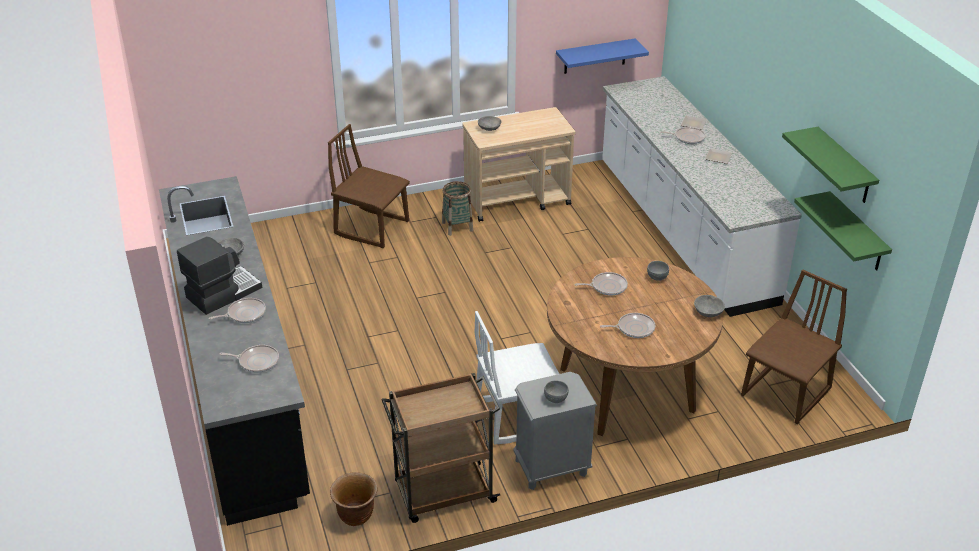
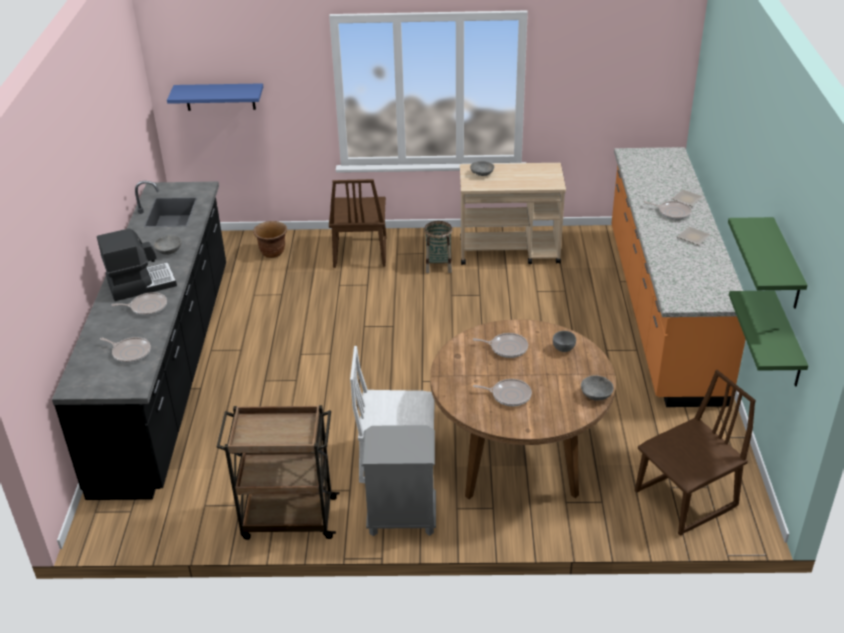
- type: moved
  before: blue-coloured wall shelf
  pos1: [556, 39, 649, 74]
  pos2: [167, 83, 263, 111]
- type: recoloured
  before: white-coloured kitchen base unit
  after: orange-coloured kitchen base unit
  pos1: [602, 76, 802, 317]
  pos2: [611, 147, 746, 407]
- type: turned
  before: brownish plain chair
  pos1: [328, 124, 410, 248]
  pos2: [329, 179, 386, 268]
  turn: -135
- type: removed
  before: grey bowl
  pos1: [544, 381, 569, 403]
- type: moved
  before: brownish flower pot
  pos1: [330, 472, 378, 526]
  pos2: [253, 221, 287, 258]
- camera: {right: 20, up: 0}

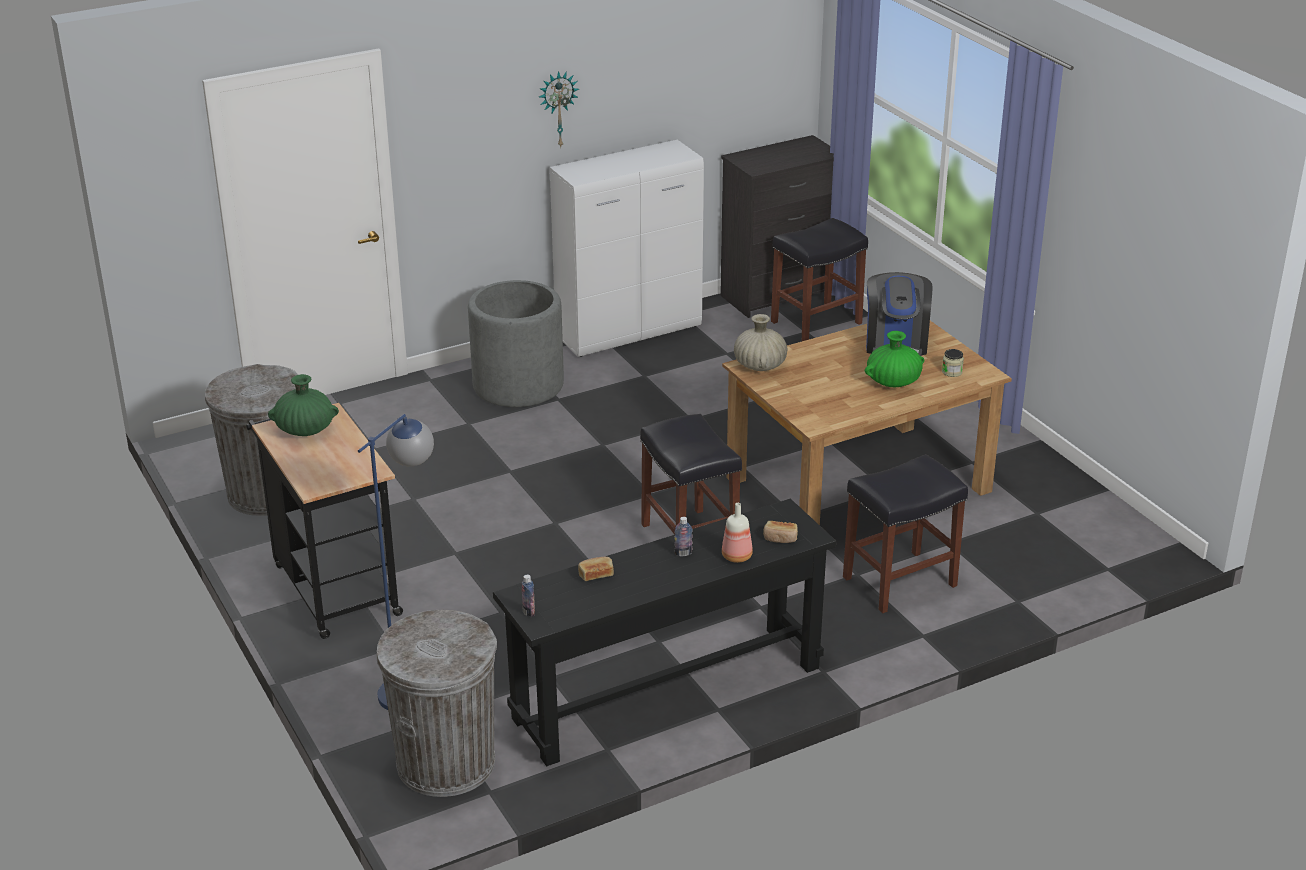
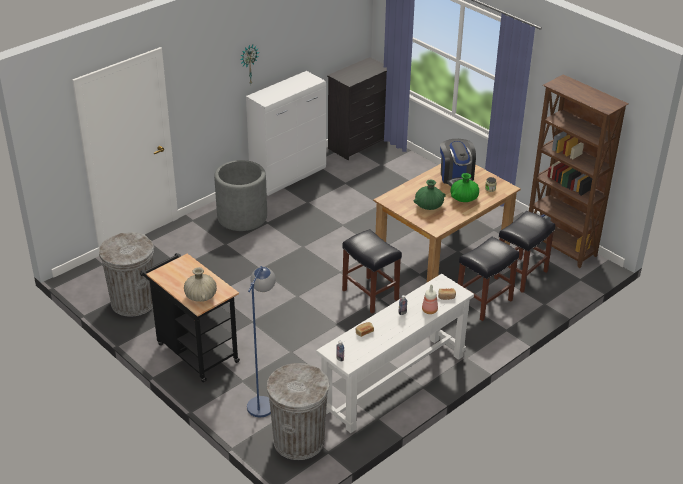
- type: moved
  before: blackish stool
  pos1: [771, 218, 868, 341]
  pos2: [494, 211, 555, 293]
- type: moved
  before: sand-coloured vase
  pos1: [734, 314, 787, 371]
  pos2: [184, 267, 217, 302]
- type: moved
  before: green-coloured vase
  pos1: [268, 374, 339, 436]
  pos2: [414, 180, 446, 210]
- type: recoloured
  before: blackish narrow table
  after: white-coloured narrow table
  pos1: [493, 499, 836, 766]
  pos2: [316, 274, 474, 433]
- type: added
  after: brownish bookcase
  pos2: [529, 74, 629, 268]
- camera: {right: -15, up: 5}

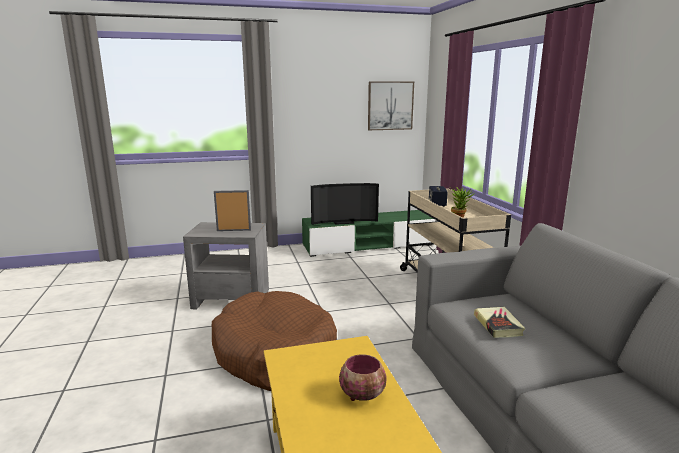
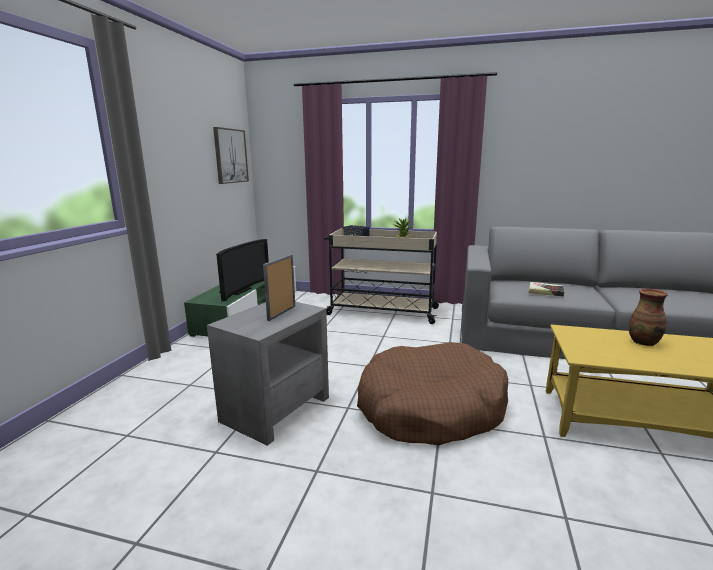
- type: replaced
  before: bowl
  after: vase
  pos1: [339, 354, 387, 401]
  pos2: [629, 289, 667, 346]
- camera: {right: -60, up: 0}

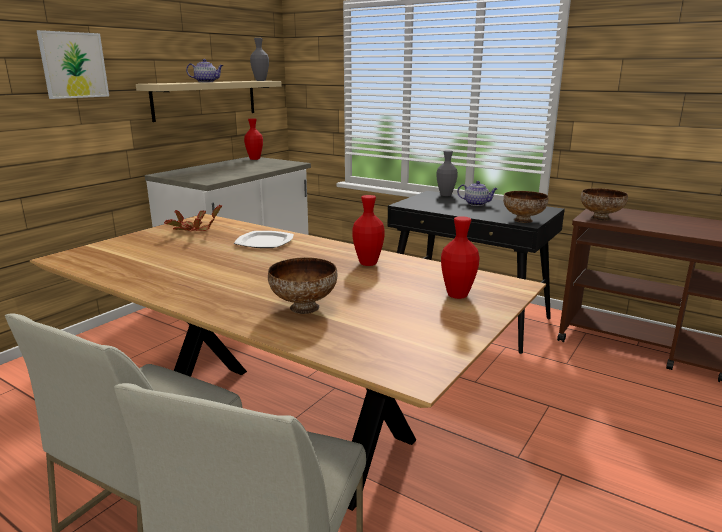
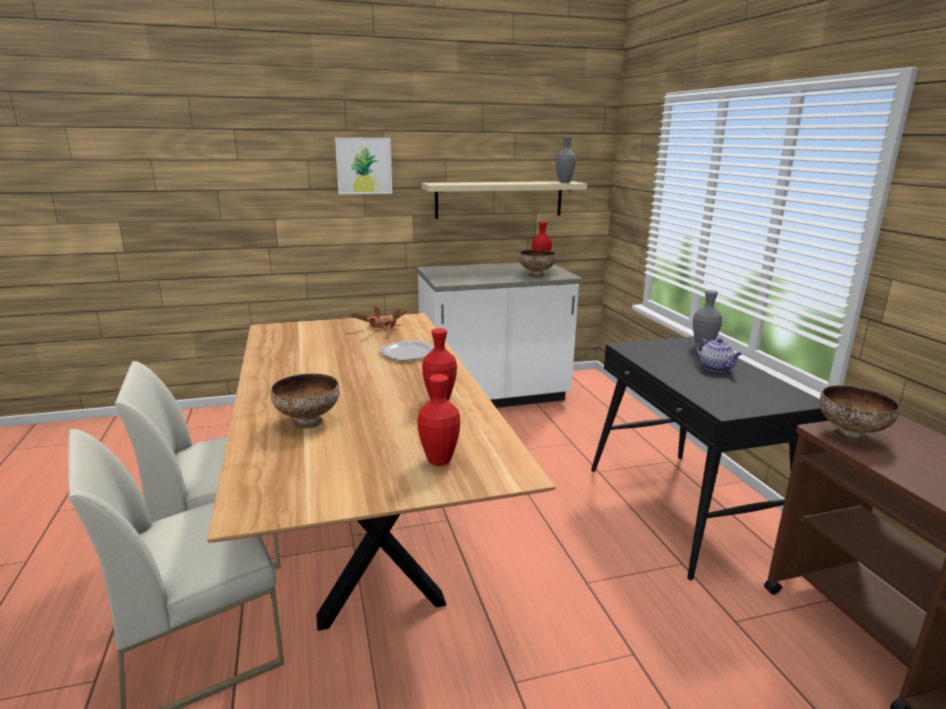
- type: removed
  before: tea pot
  pos1: [186, 59, 224, 82]
- type: moved
  before: bowl
  pos1: [503, 191, 548, 223]
  pos2: [519, 250, 556, 277]
- camera: {right: 40, up: 0}

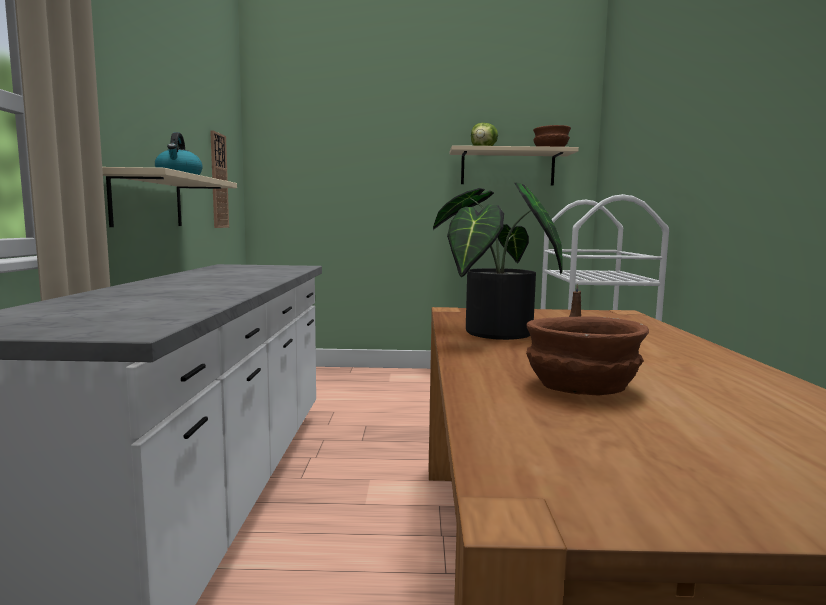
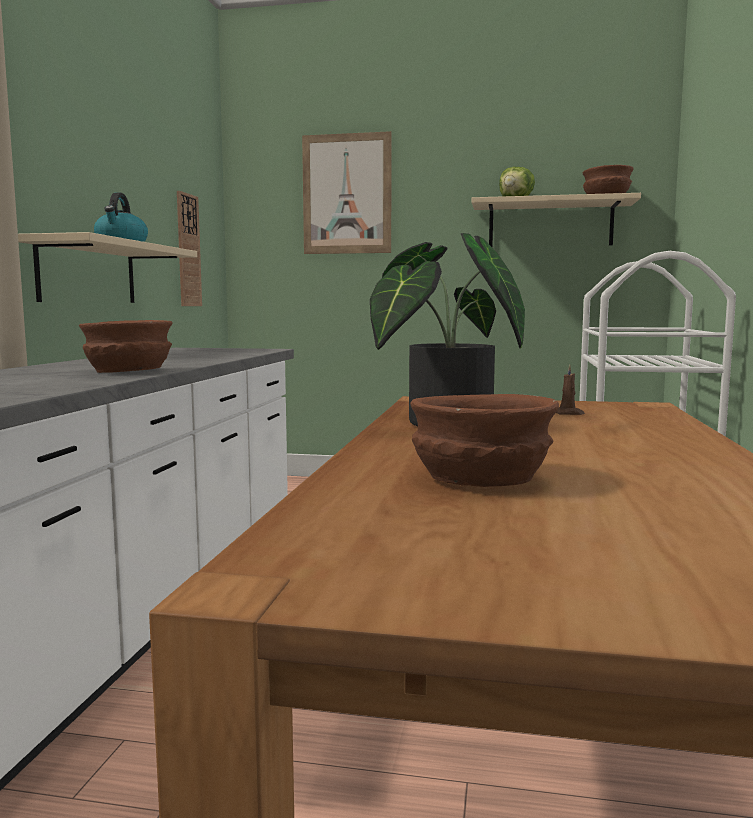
- type: added
  after: picture
  pos2: [302, 131, 392, 254]
- type: added
  after: brownish bowl
  pos2: [79, 320, 172, 373]
- camera: {right: 10, up: 0}

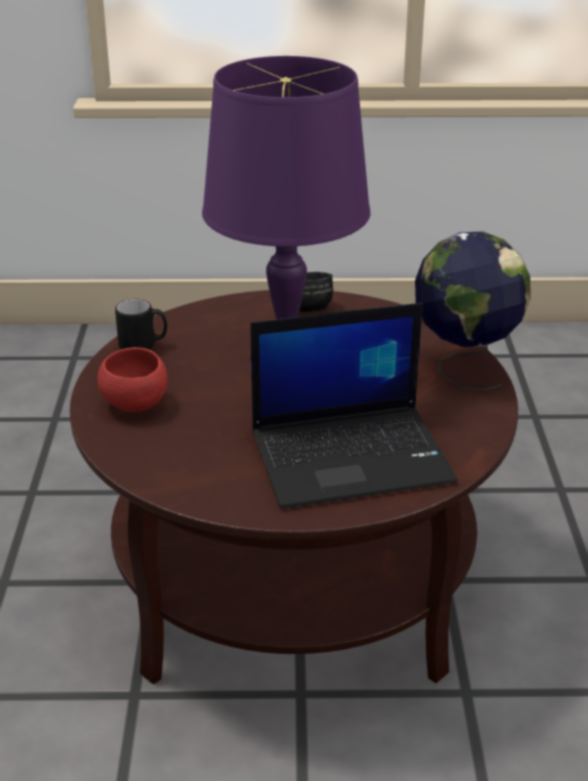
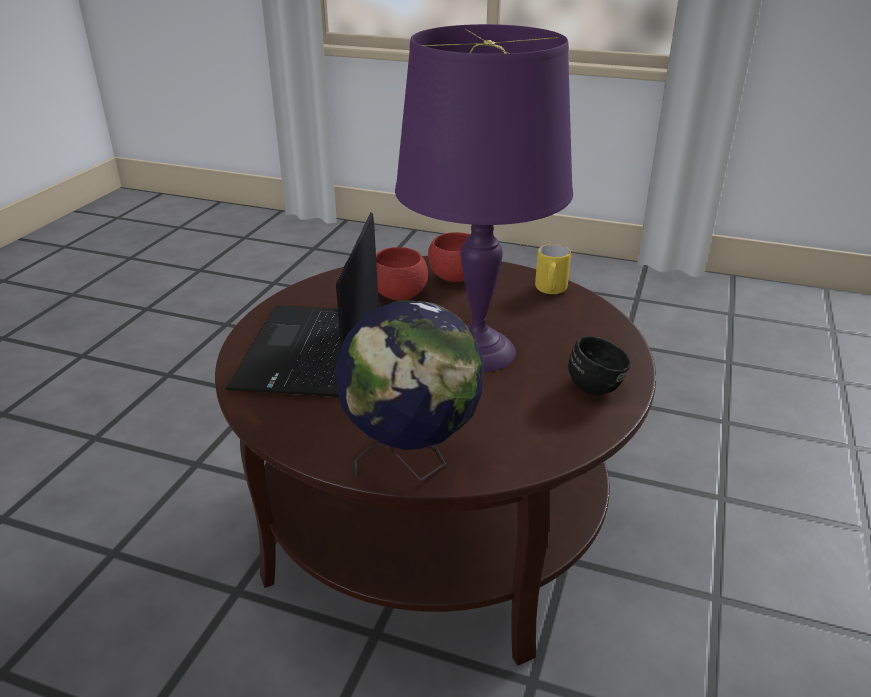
- type: recoloured
  before: blackish tea mug
  after: yellow tea mug
  pos1: [115, 299, 167, 350]
  pos2: [535, 244, 571, 294]
- type: added
  after: red-coloured bowl
  pos2: [376, 247, 428, 301]
- camera: {right: 110, up: 0}

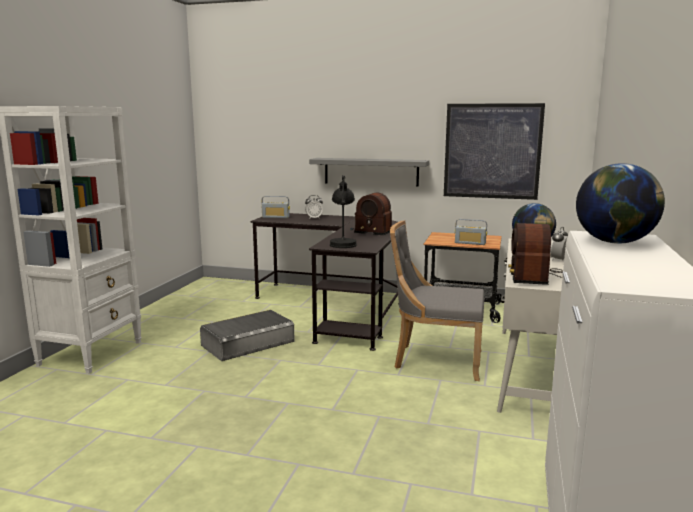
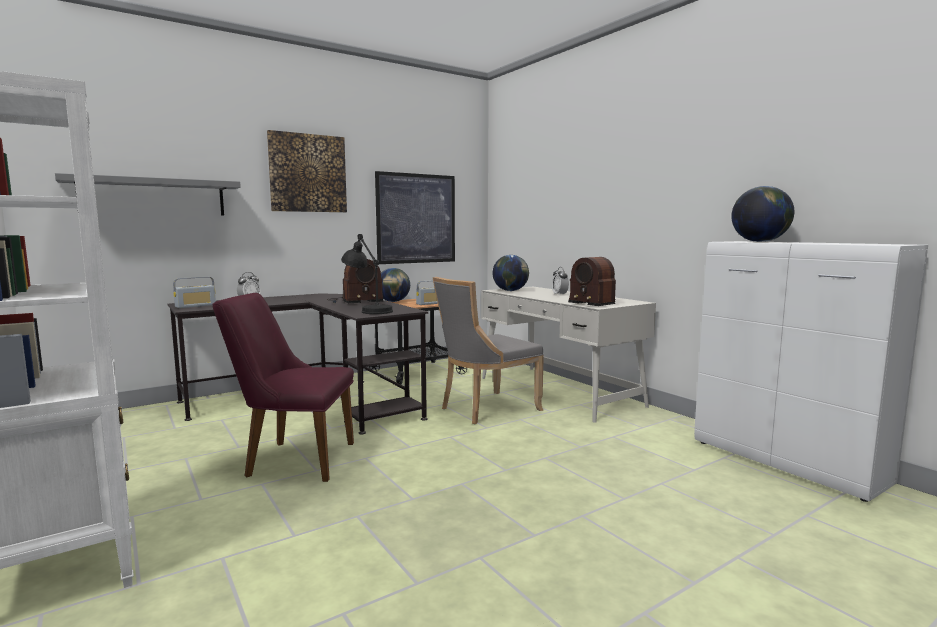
- type: moved
  before: grey wall shelf
  pos1: [309, 158, 429, 187]
  pos2: [55, 173, 241, 215]
- type: replaced
  before: grey storage box
  after: purplish plain chair
  pos1: [200, 310, 295, 361]
  pos2: [212, 293, 354, 482]
- type: added
  after: picture
  pos2: [267, 130, 347, 212]
- type: added
  after: globe
  pos2: [381, 268, 410, 302]
- camera: {right: -50, up: -5}

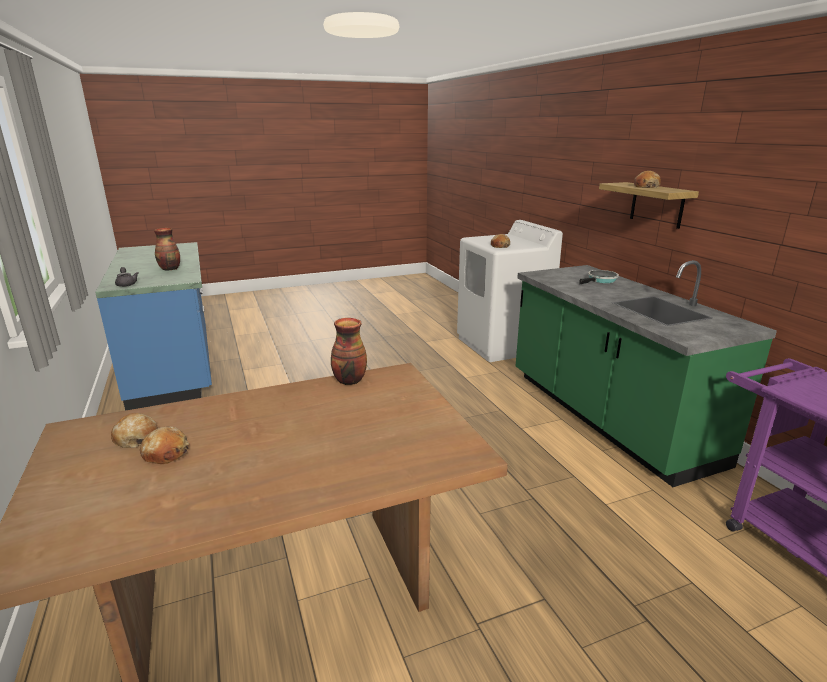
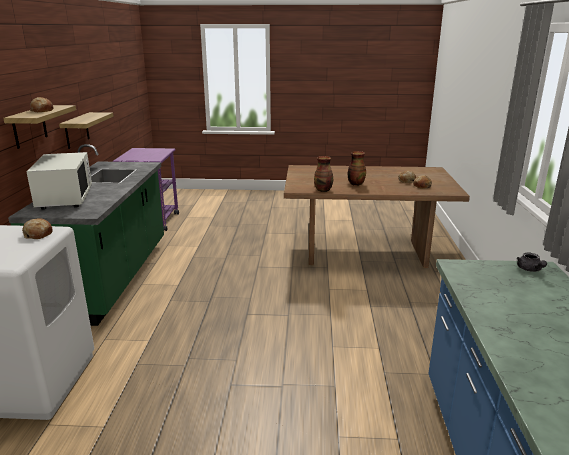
- type: moved
  before: vase
  pos1: [154, 228, 180, 270]
  pos2: [348, 151, 366, 186]
- type: replaced
  before: pan
  after: white-coloured microwave
  pos1: [580, 270, 619, 284]
  pos2: [26, 152, 92, 210]
- type: added
  after: wall shelf
  pos2: [59, 112, 114, 149]
- camera: {right: -155, up: 0}

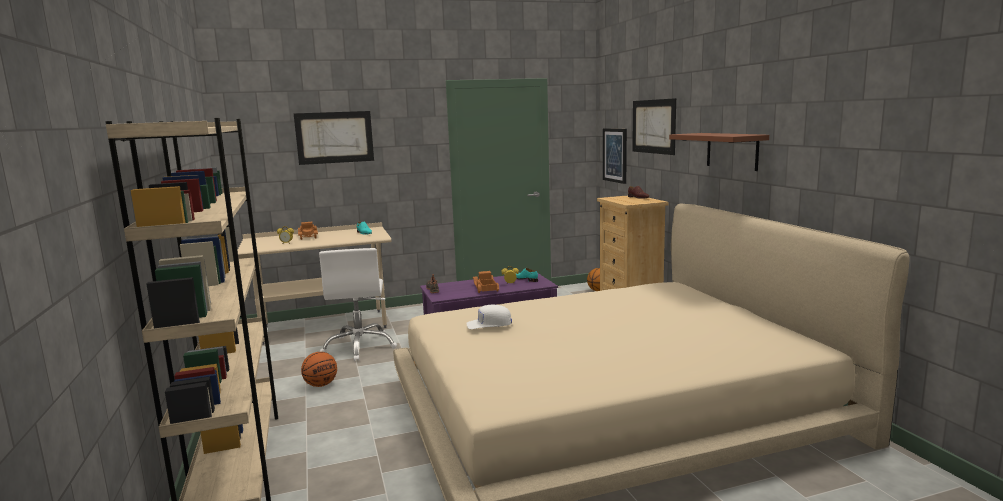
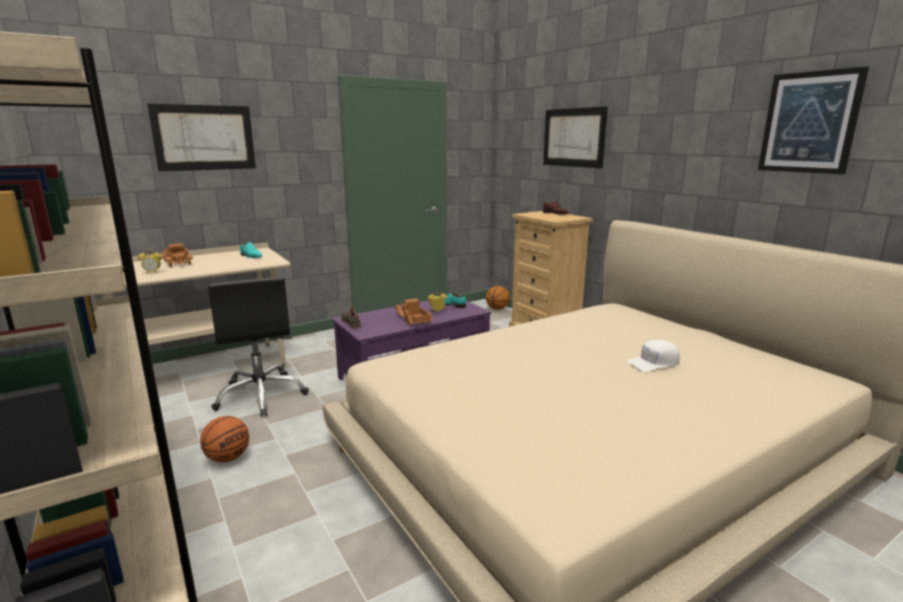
- type: moved
  before: picture
  pos1: [603, 128, 627, 184]
  pos2: [758, 66, 869, 174]
- type: removed
  before: brownish wall shelf
  pos1: [669, 133, 769, 171]
- type: recoloured
  before: white-coloured office chair
  after: blackish office chair
  pos1: [319, 248, 397, 361]
  pos2: [208, 277, 309, 417]
- type: moved
  before: white-coloured baseball cap
  pos1: [466, 305, 512, 329]
  pos2: [627, 340, 680, 372]
- camera: {right: -15, up: 5}

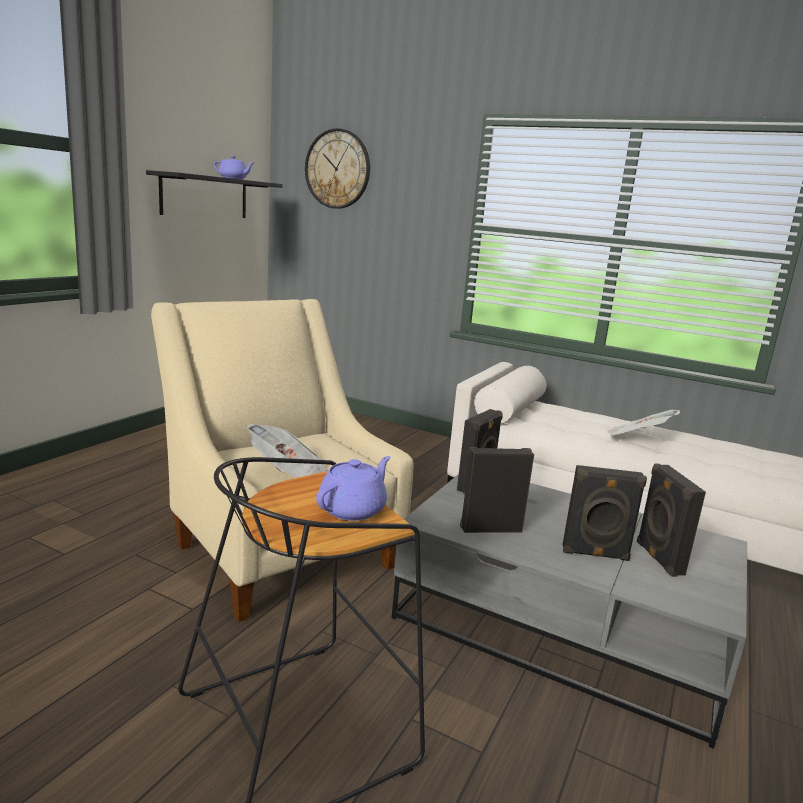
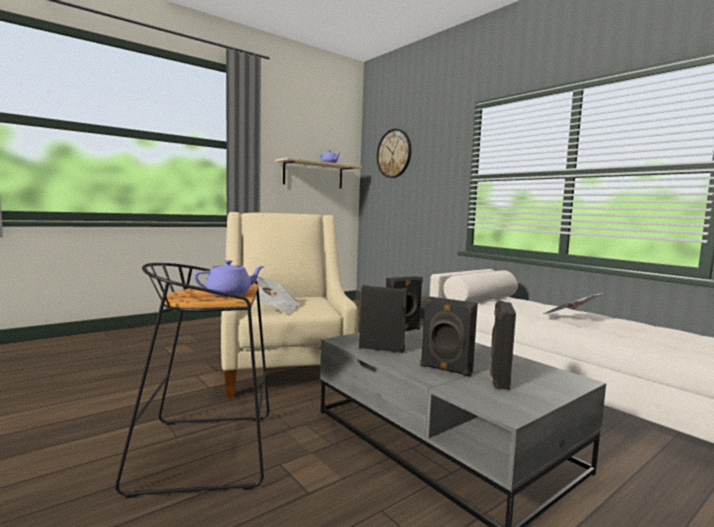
- type: recoloured
  before: blackish wall shelf
  after: sand-coloured wall shelf
  pos1: [146, 170, 282, 218]
  pos2: [275, 157, 362, 188]
- camera: {right: 25, up: -10}

